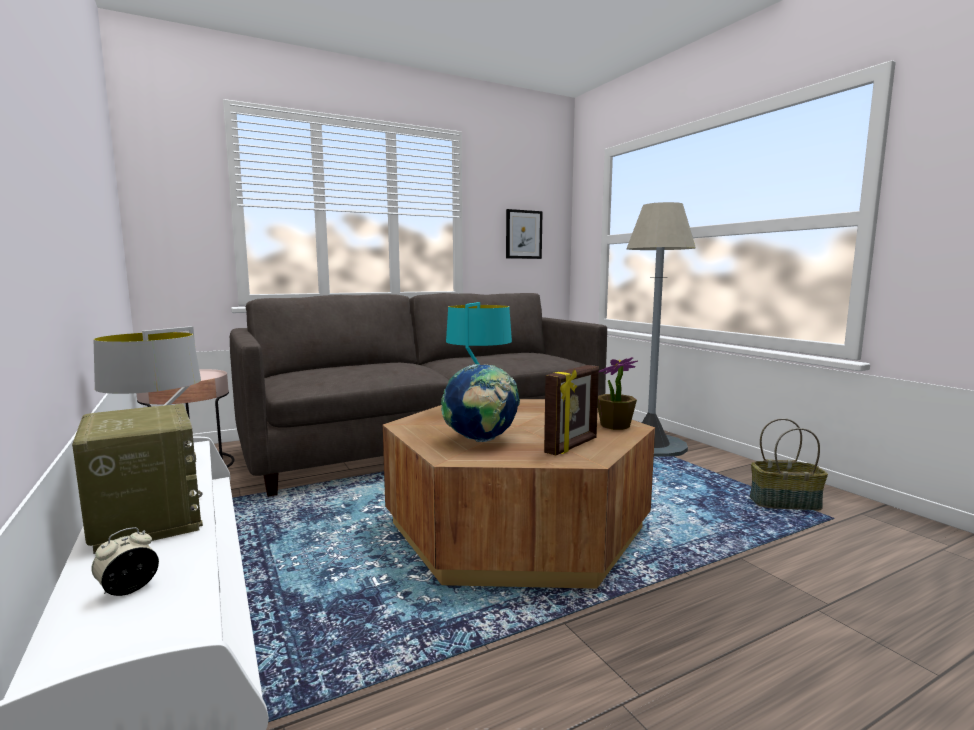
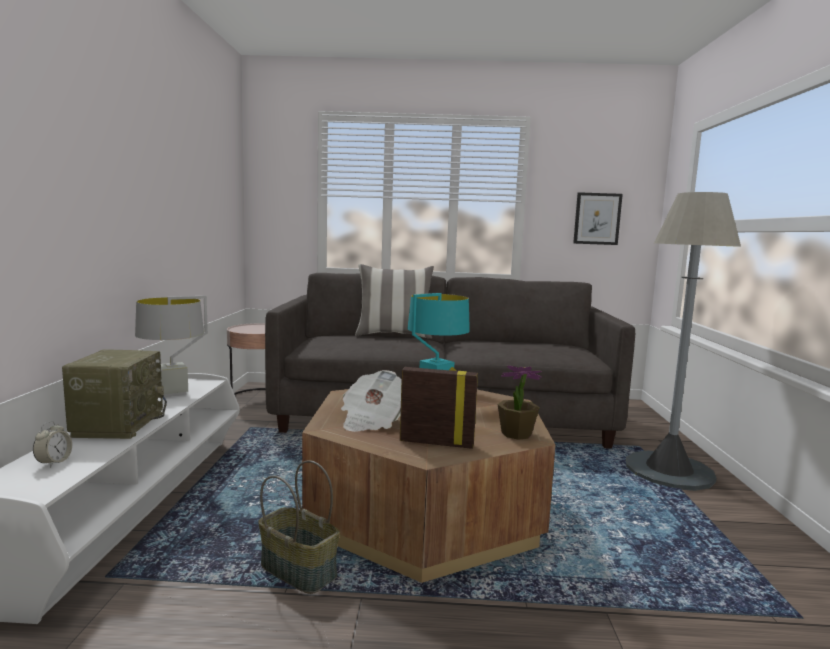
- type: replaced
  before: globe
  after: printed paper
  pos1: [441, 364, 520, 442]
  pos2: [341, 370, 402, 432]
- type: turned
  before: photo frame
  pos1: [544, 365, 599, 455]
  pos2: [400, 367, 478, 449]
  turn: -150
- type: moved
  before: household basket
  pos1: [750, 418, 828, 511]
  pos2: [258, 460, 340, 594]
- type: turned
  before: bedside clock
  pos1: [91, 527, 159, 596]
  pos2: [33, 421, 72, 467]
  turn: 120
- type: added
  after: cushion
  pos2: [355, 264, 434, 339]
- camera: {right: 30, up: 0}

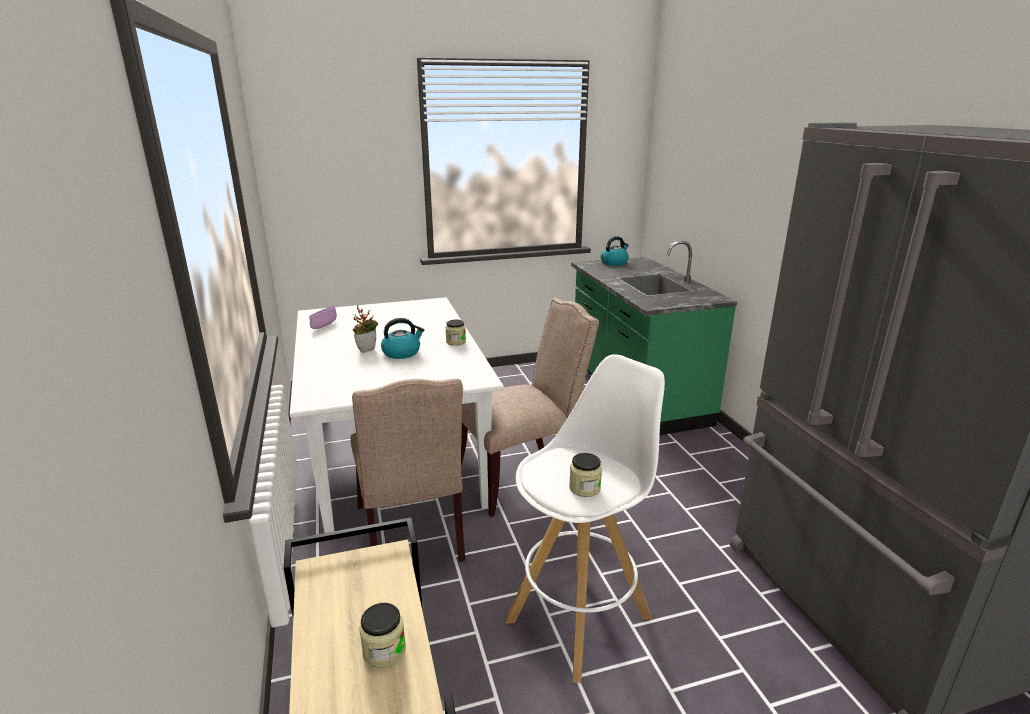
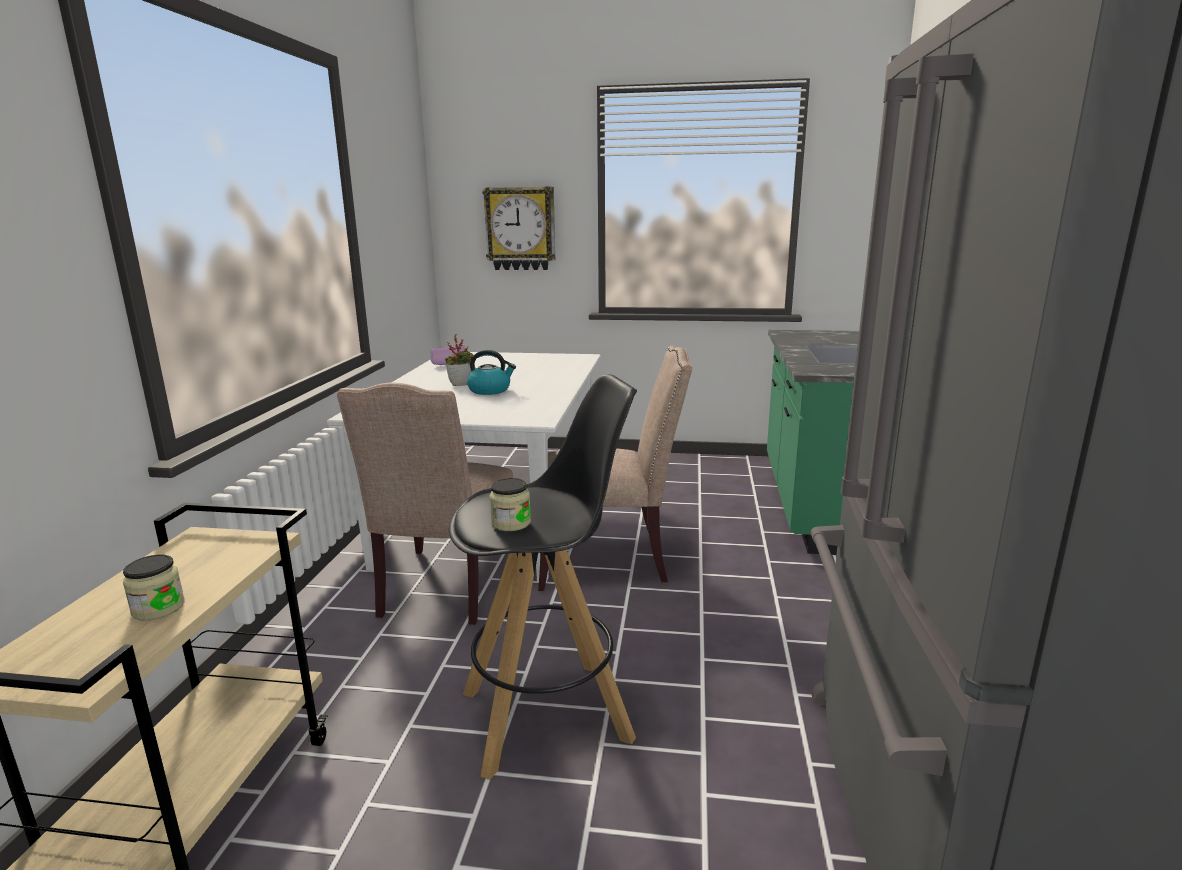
- type: removed
  before: tea kettle
  pos1: [600, 236, 629, 266]
- type: removed
  before: preserve jar
  pos1: [446, 320, 466, 346]
- type: recoloured
  before: white-coloured stool
  after: blackish stool
  pos1: [505, 354, 665, 683]
  pos2: [449, 374, 637, 780]
- type: added
  after: hanging clock
  pos2: [482, 187, 556, 270]
- camera: {right: 25, up: -5}

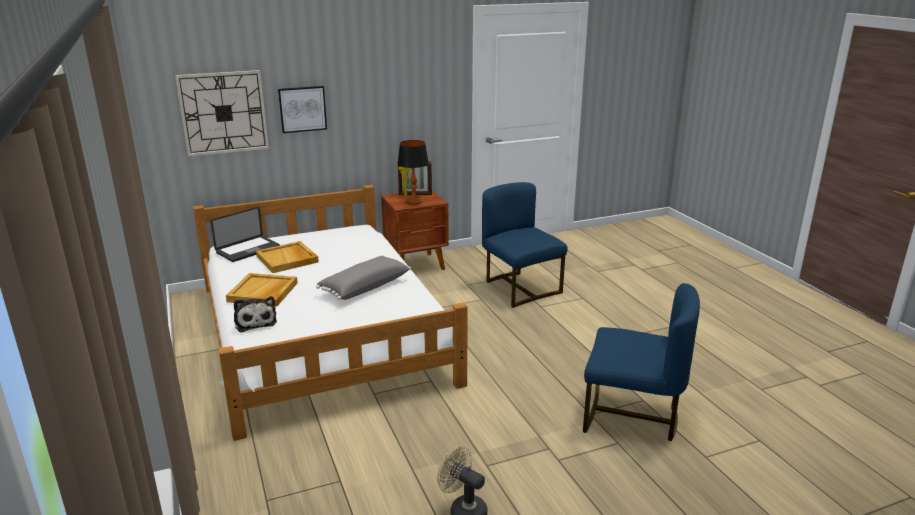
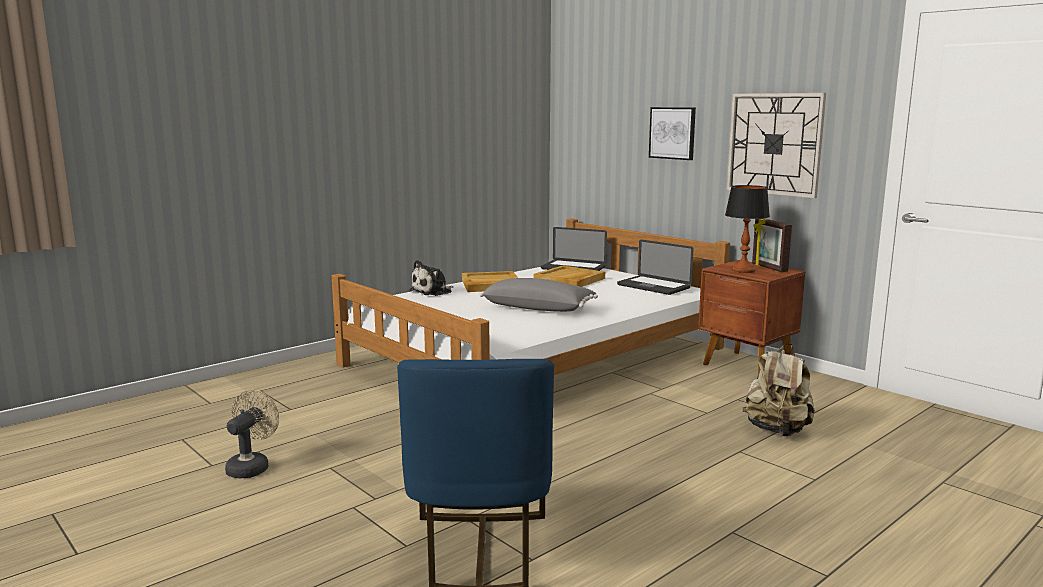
- type: moved
  before: hanging clock
  pos1: [175, 70, 269, 157]
  pos2: [727, 93, 826, 198]
- type: replaced
  before: blue-coloured plain chair
  after: sand-coloured backpack
  pos1: [482, 182, 567, 308]
  pos2: [743, 343, 815, 436]
- type: added
  after: notebook computer
  pos2: [617, 240, 693, 295]
- camera: {right: 70, up: -10}

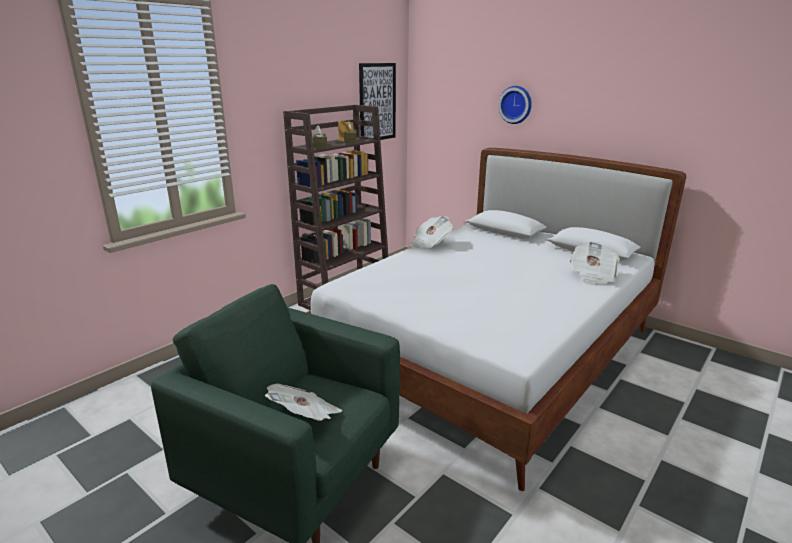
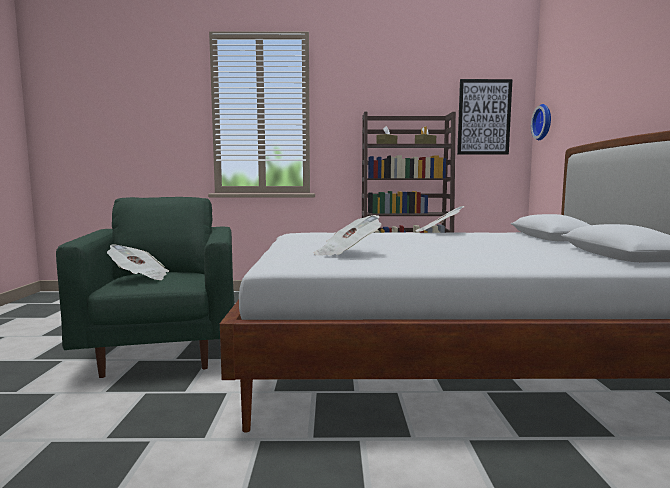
- type: moved
  before: hanging clock
  pos1: [498, 86, 532, 124]
  pos2: [531, 104, 551, 140]
- type: moved
  before: printed paper
  pos1: [570, 241, 620, 285]
  pos2: [314, 215, 381, 256]
- camera: {right: 50, up: -15}

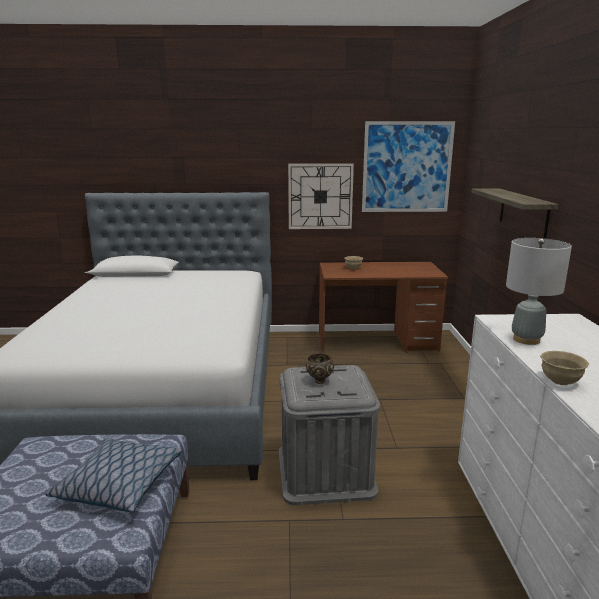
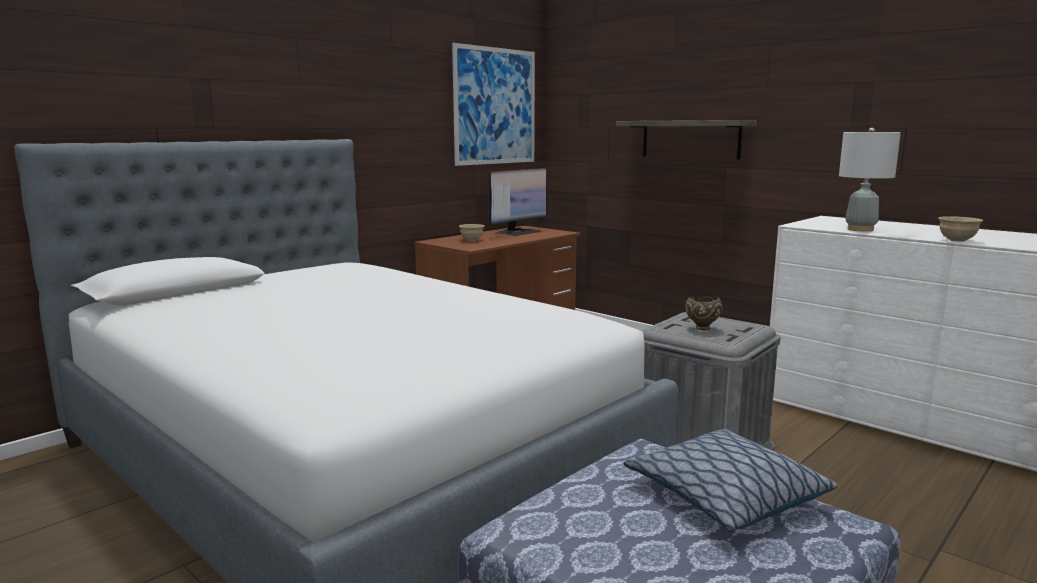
- type: removed
  before: hanging clock
  pos1: [288, 164, 354, 229]
- type: added
  after: monitor
  pos2: [489, 168, 547, 236]
- camera: {right: -45, up: -5}

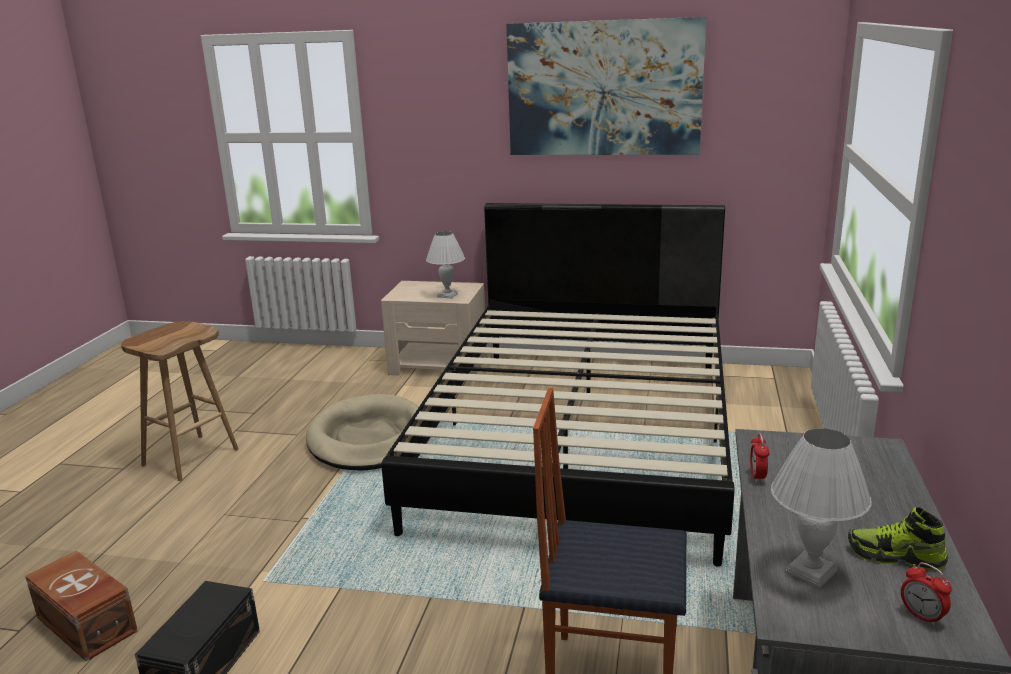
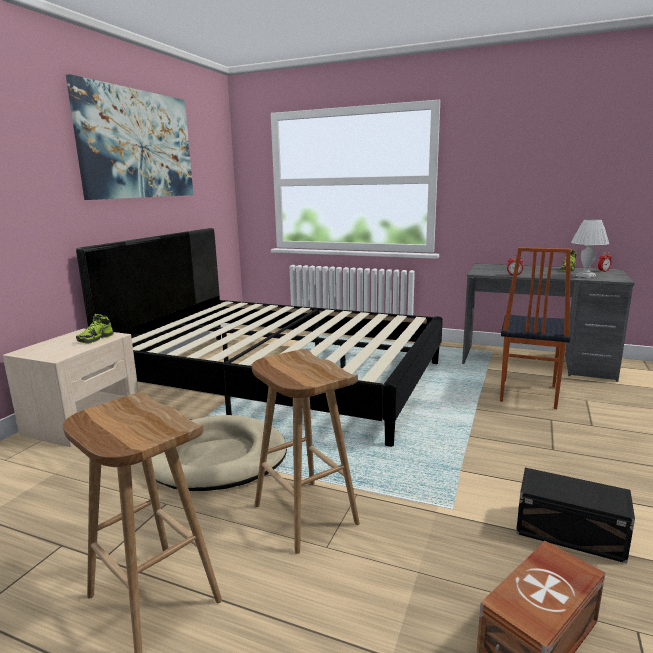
- type: replaced
  before: white-coloured tabletop lamp
  after: shoe
  pos1: [426, 231, 465, 299]
  pos2: [76, 314, 114, 343]
- type: added
  after: brownish stool
  pos2: [252, 349, 360, 554]
- camera: {right: -80, up: -5}

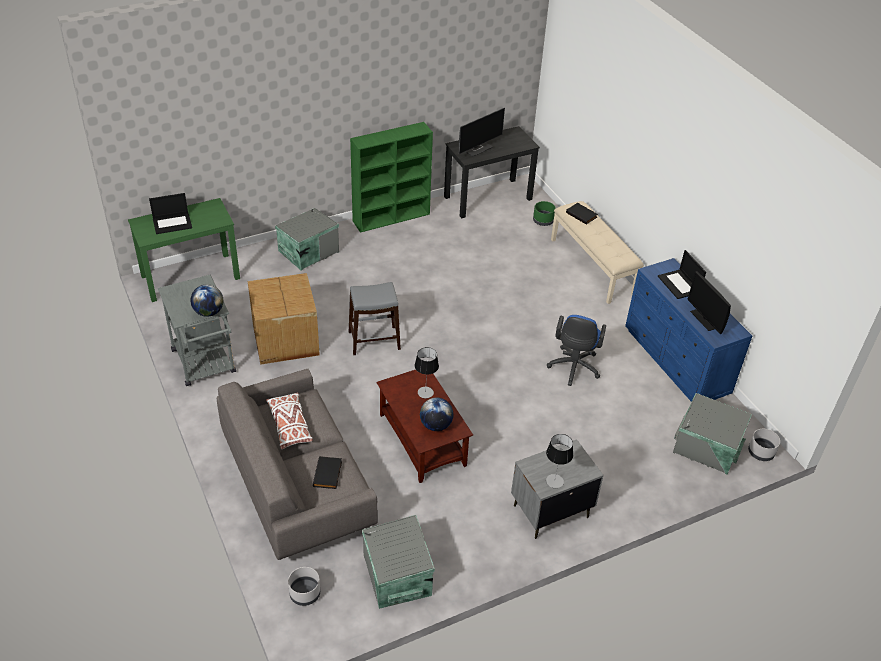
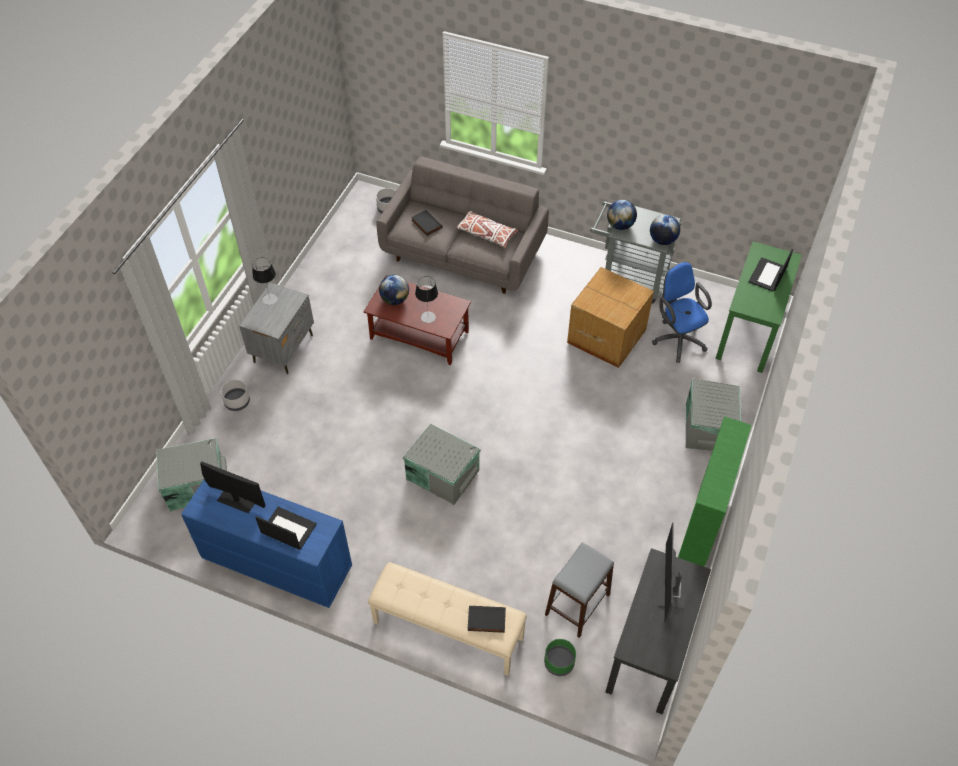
- type: moved
  before: grey stool
  pos1: [349, 282, 401, 355]
  pos2: [545, 542, 614, 638]
- type: moved
  before: blue-coloured office chair
  pos1: [547, 315, 606, 386]
  pos2: [652, 262, 712, 363]
- type: moved
  before: grey flower pot
  pos1: [748, 429, 780, 461]
  pos2: [221, 380, 250, 411]
- type: moved
  before: grey storage box
  pos1: [362, 515, 435, 609]
  pos2: [403, 423, 480, 505]
- type: added
  after: globe
  pos2: [650, 215, 680, 245]
- camera: {right: 140, up: 10}

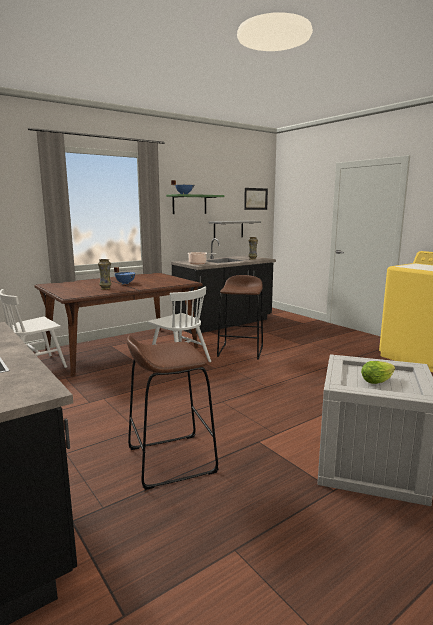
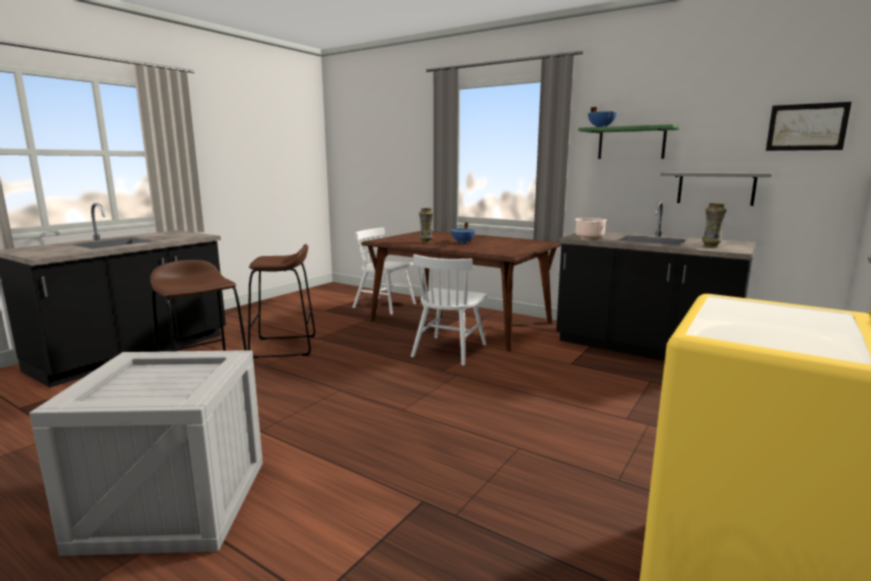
- type: moved
  before: brownish stool
  pos1: [217, 275, 263, 360]
  pos2: [248, 244, 315, 358]
- type: removed
  before: head of lettuce
  pos1: [361, 361, 395, 384]
- camera: {right: 70, up: 0}

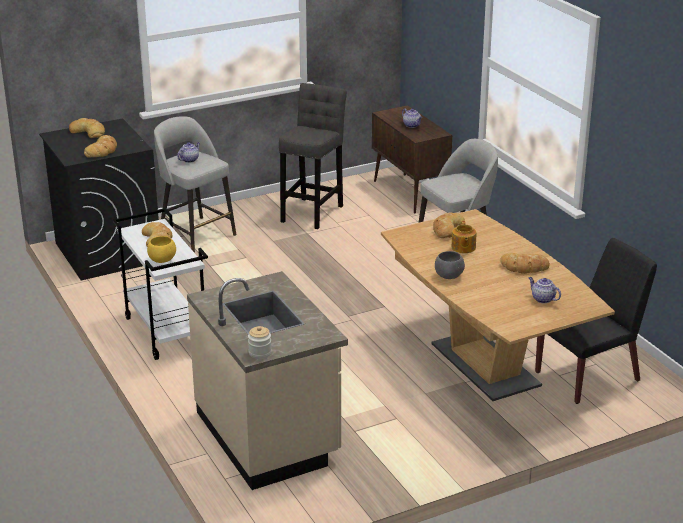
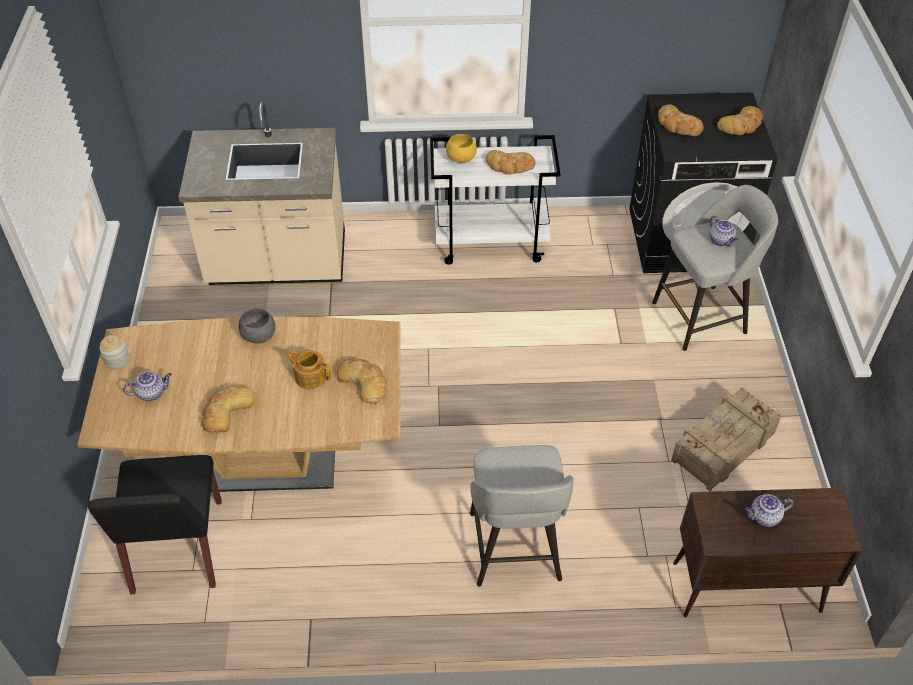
- type: replaced
  before: grey stool
  after: crate
  pos1: [279, 83, 347, 229]
  pos2: [671, 387, 782, 491]
- type: moved
  before: preserve jar
  pos1: [248, 326, 272, 359]
  pos2: [100, 335, 130, 369]
- camera: {right: 115, up: 20}

